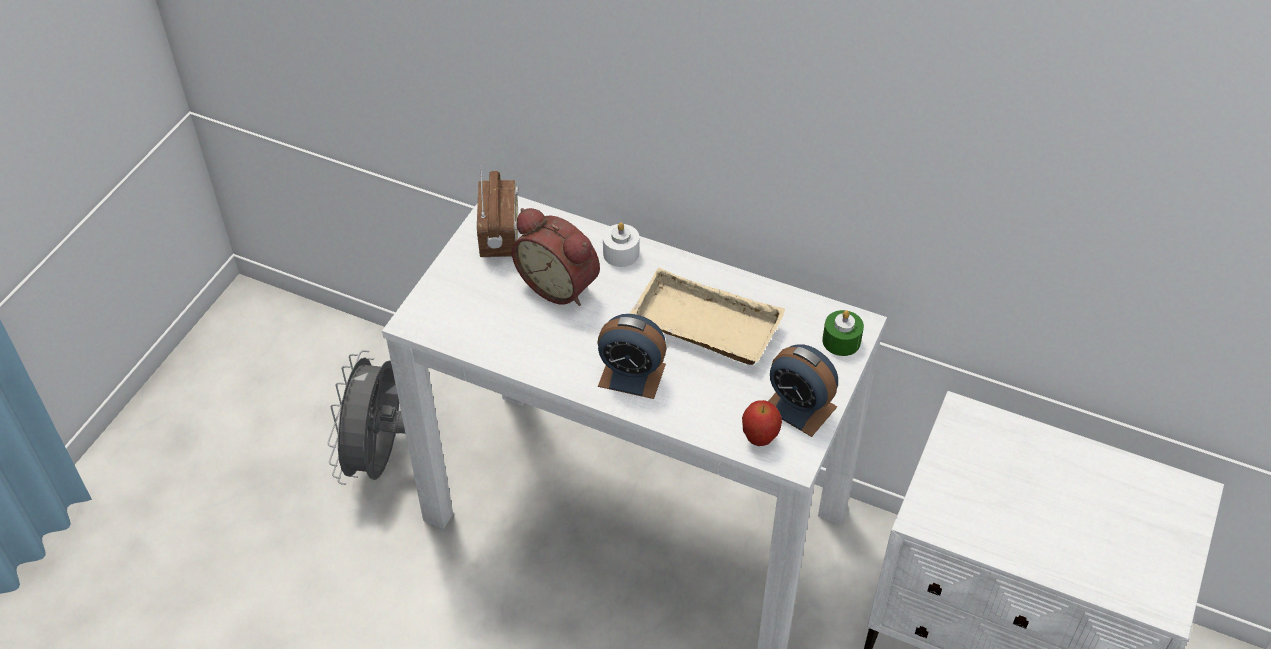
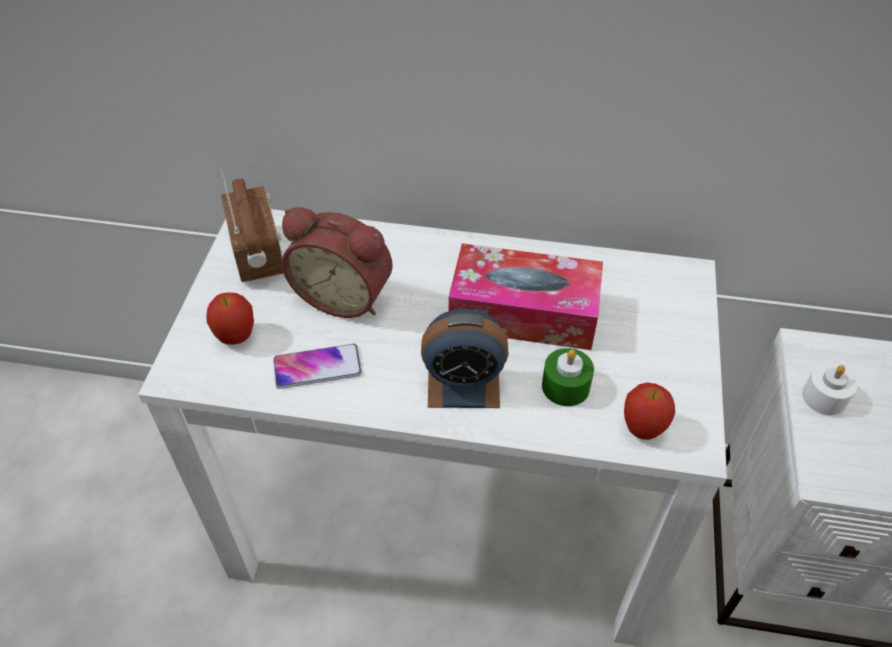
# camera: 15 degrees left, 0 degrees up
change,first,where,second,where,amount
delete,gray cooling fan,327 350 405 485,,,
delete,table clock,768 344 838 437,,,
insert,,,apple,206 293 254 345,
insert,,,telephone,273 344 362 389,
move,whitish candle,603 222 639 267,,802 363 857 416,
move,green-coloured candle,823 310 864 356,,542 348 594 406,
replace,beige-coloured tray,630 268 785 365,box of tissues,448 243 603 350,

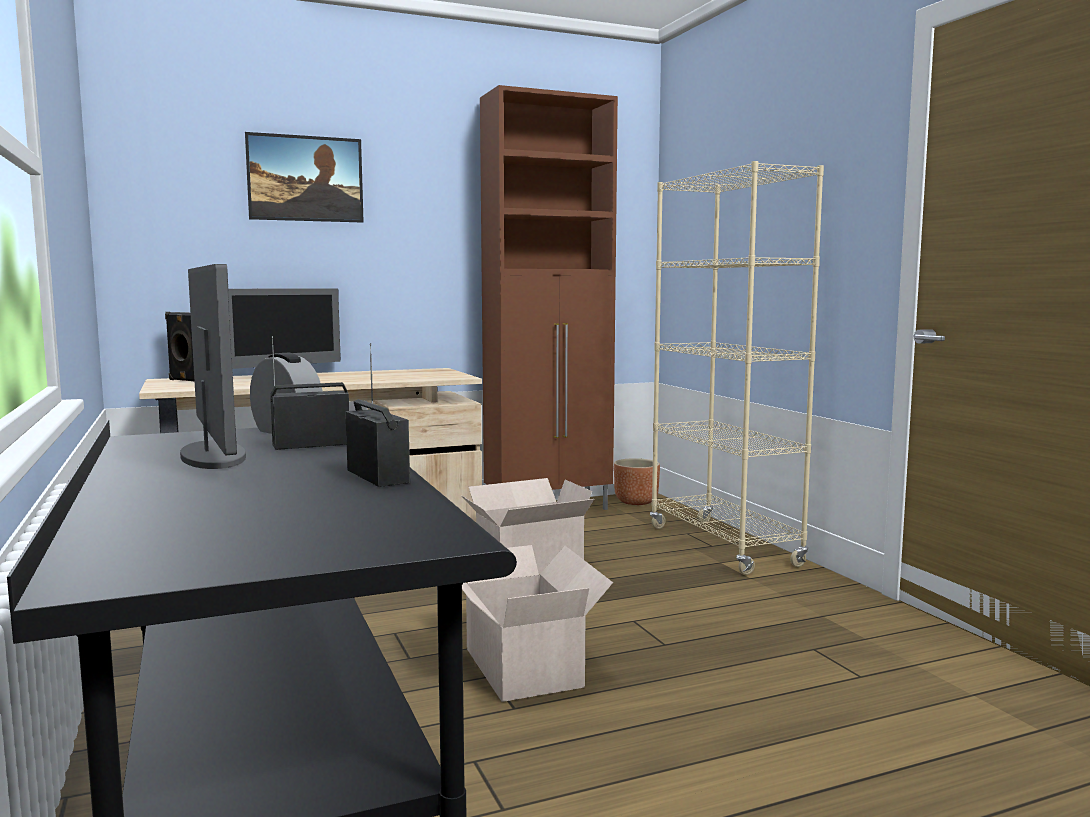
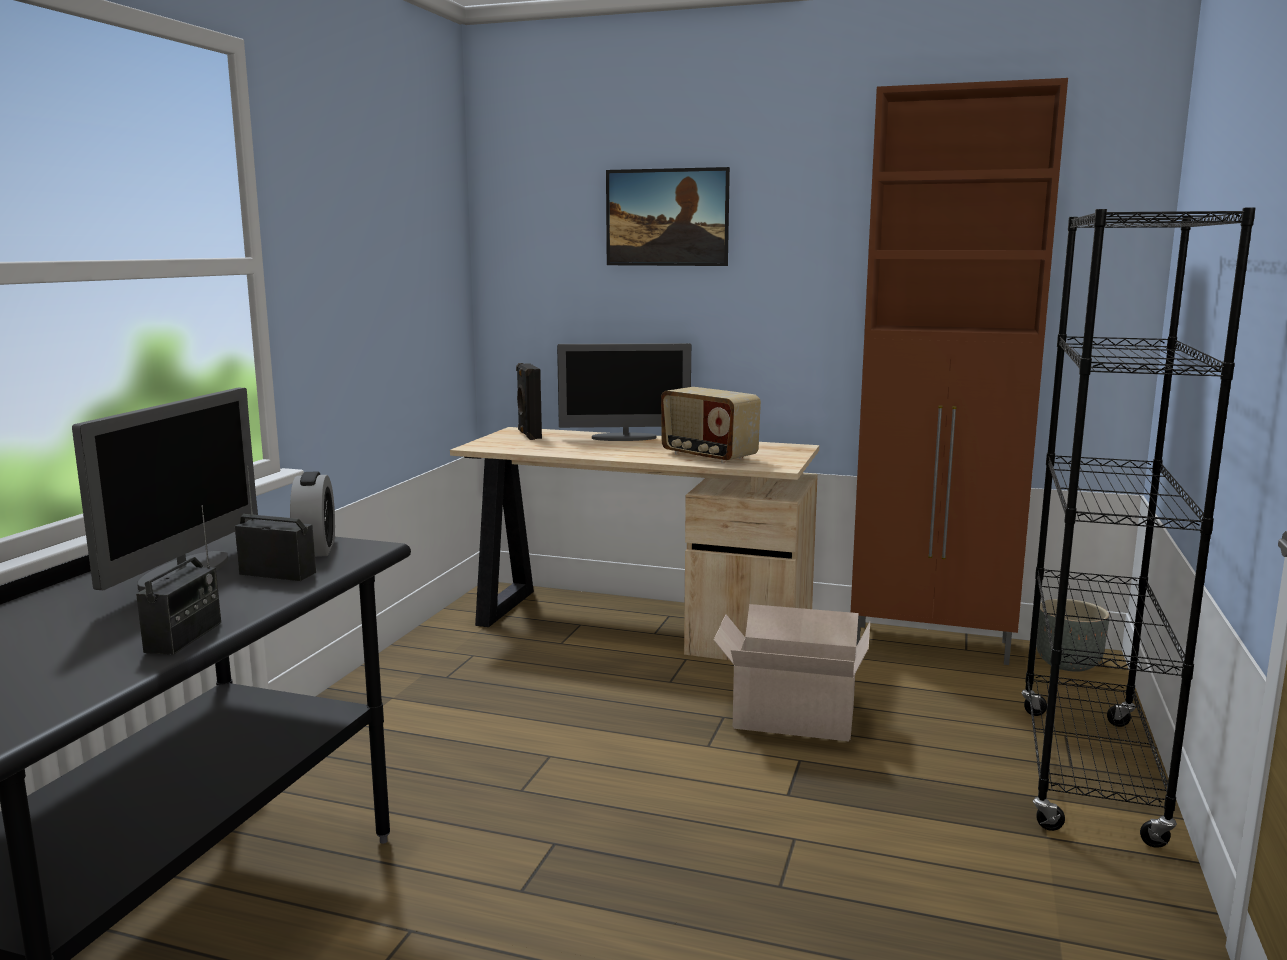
# camera: 40 degrees right, 5 degrees up
change,first,where,second,where,amount
delete,cardboard box,462 545 613 702,,,
insert,,,radio,661 387 761 464,
recolor,brown plant pot,614 458 660 505,gray plant pot,1036 599 1109 672,
recolor,beige-coloured bookshelf,650 161 824 575,blackish bookshelf,1021 207 1255 848,

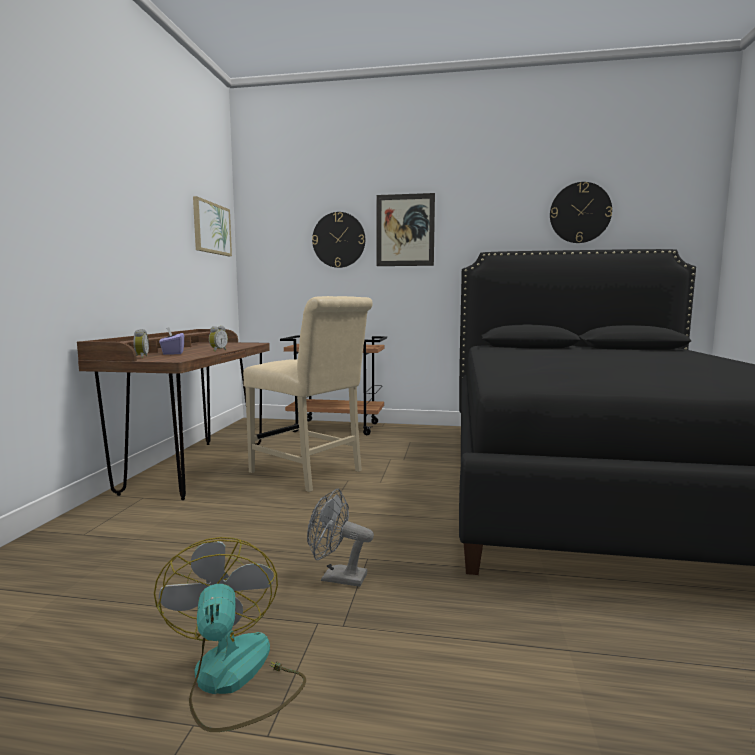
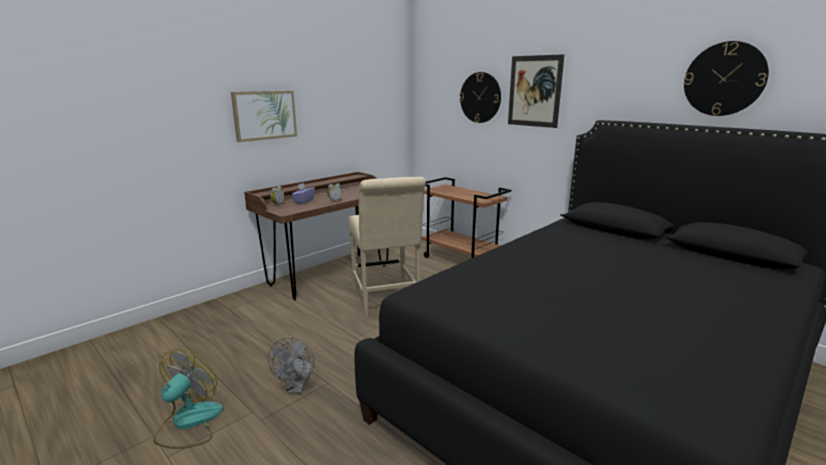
# camera: 35 degrees right, 10 degrees up
change,first,where,second,where,amount
move,picture,193 196 232 256,,231 91 297 142,
rotate,gray cooling fan,307 489 374 587,,268 338 314 394,135 degrees counterclockwise

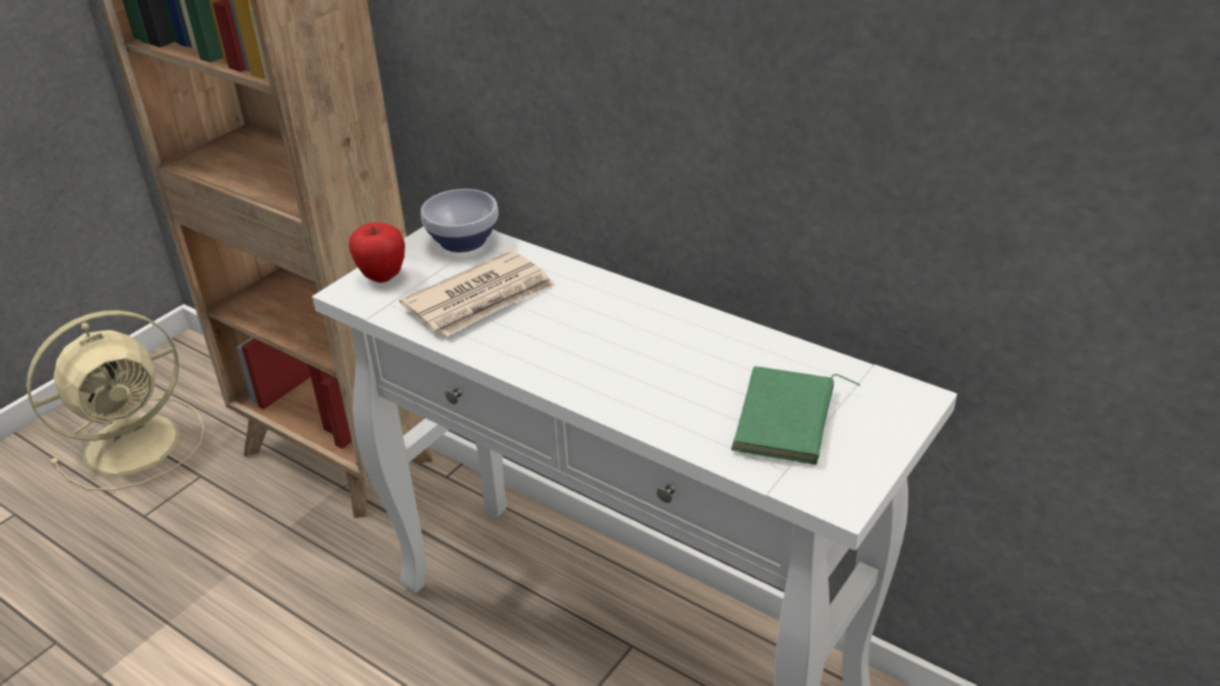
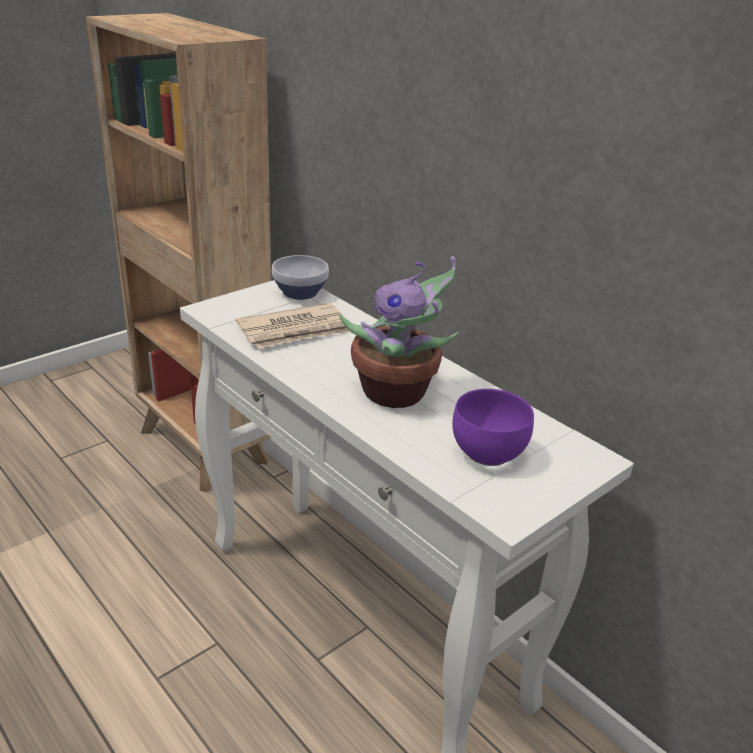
# camera: 10 degrees right, 5 degrees down
change,first,where,second,where,amount
delete,beige-coloured cooling fan,26 310 205 491,,,
delete,apple,349 222 405 283,,,
insert,,,potted plant,339 256 458 408,
replace,green-coloured volume,731 366 860 465,purple bowl,452 389 534 466,

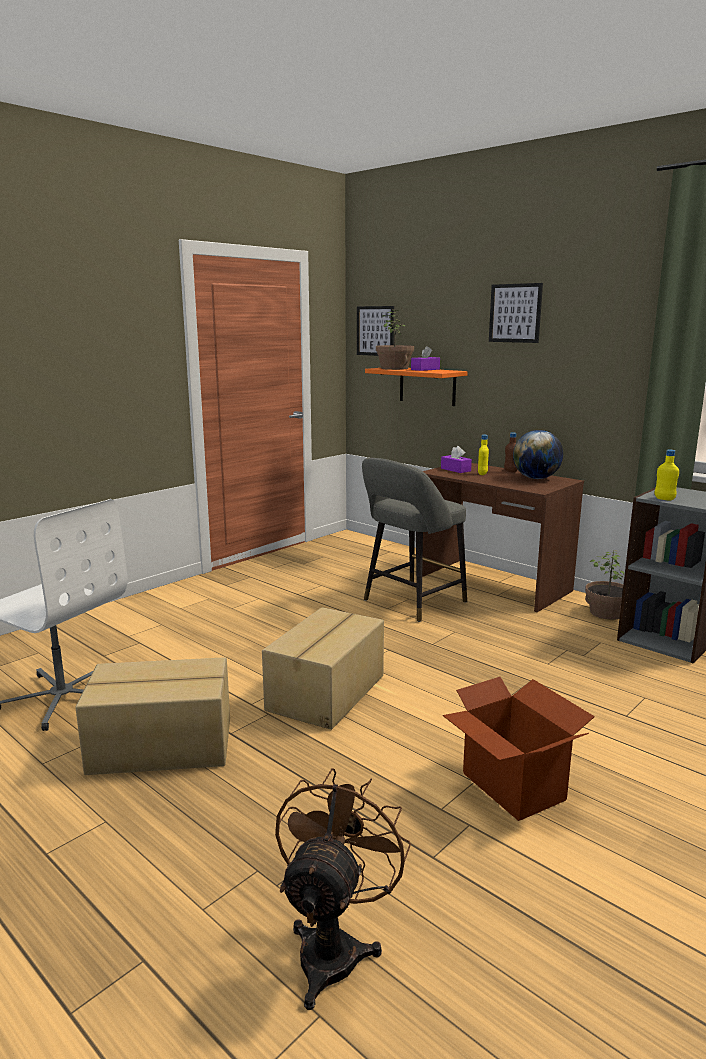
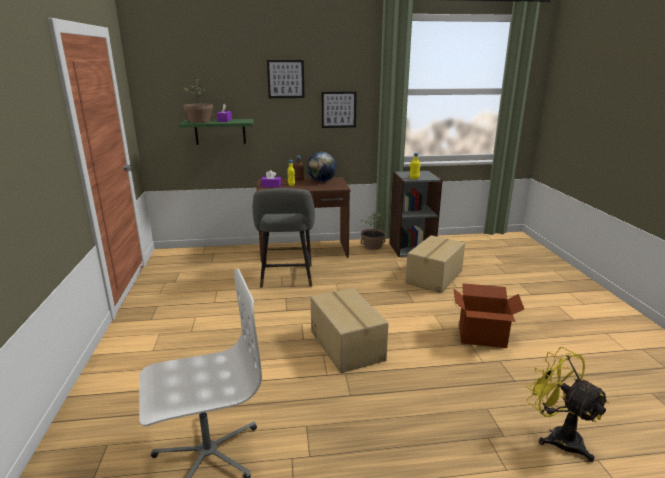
# camera: 50 degrees left, 5 degrees up
change,first,where,second,where,amount
move,cardboard box,75 657 230 775,,405 235 465 293,
move,picture,357 306 394 356,,321 91 357 128,
recolor,brown cooling fan,275 768 411 1010,yellow-coloured cooling fan,526 347 609 462,
recolor,orange shelf,365 368 468 406,green-coloured shelf,179 119 254 145,

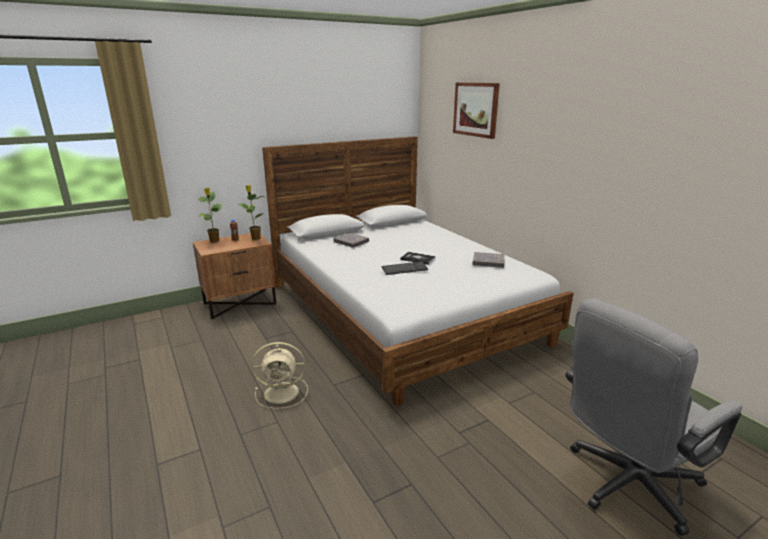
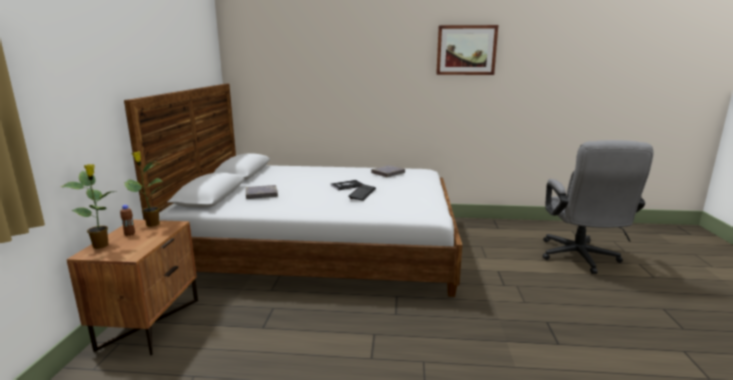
# camera: 55 degrees left, 5 degrees down
change,first,where,second,where,amount
delete,beige-coloured cooling fan,252 342 308 409,,,
move,picture,453 82 500 139,,436 25 498 75,

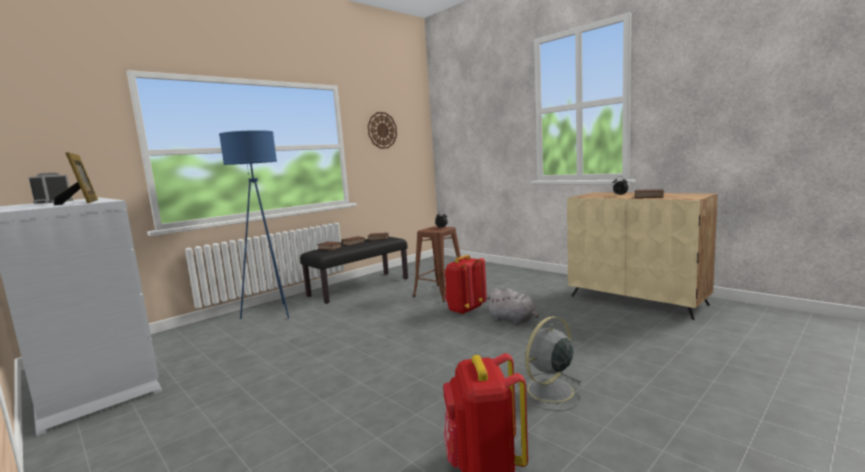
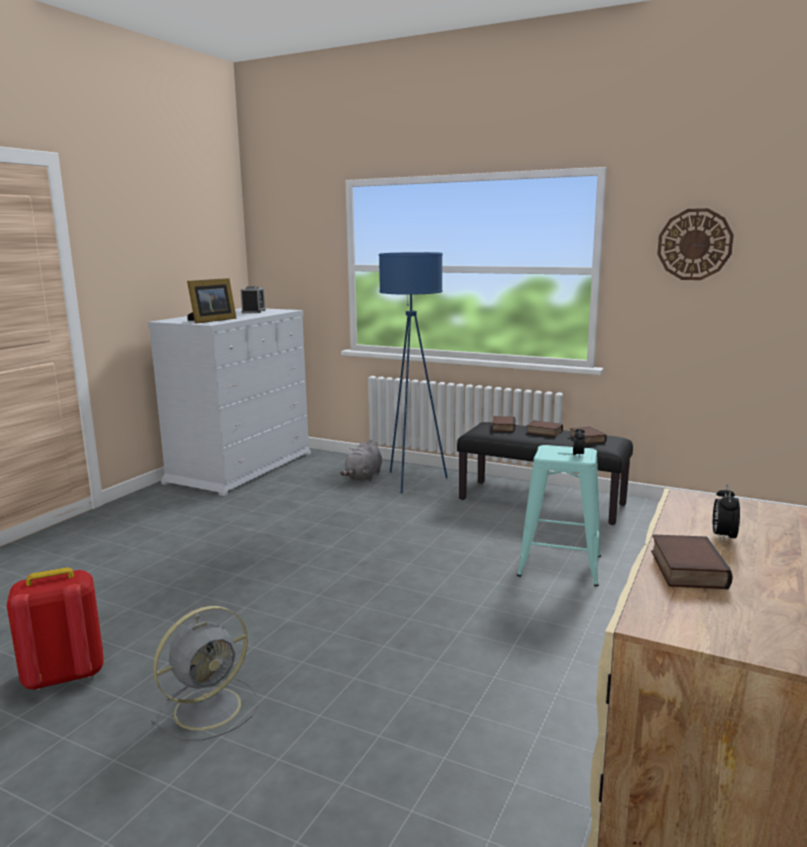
# camera: 70 degrees right, 5 degrees up
change,first,where,second,where,amount
delete,red knapsack,445 255 487 314,,,
move,gray cuddly toy,486 288 539 325,,340 440 382 481,
recolor,brown stool,413 226 461 302,turquoise stool,517 445 601 586,
rotate,gray cooling fan,516 316 583 411,,151 606 258 741,105 degrees clockwise

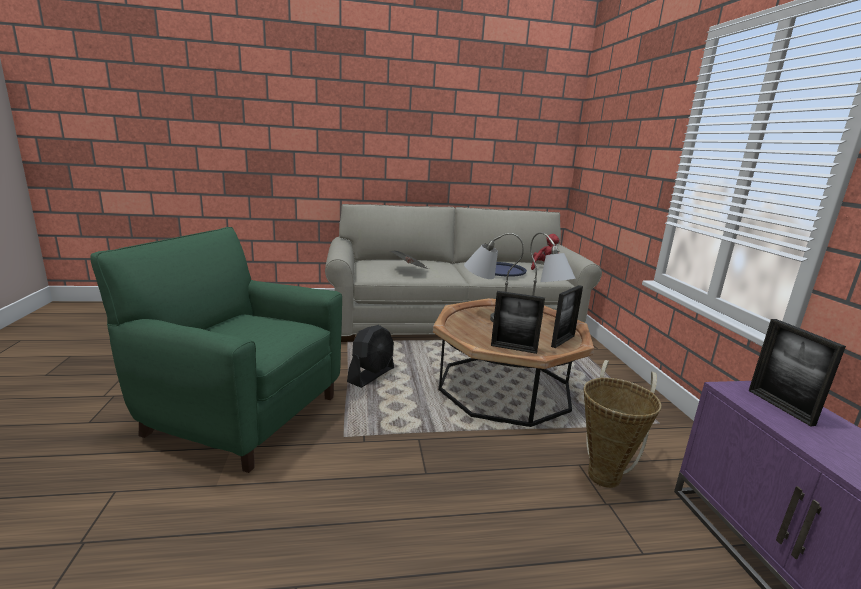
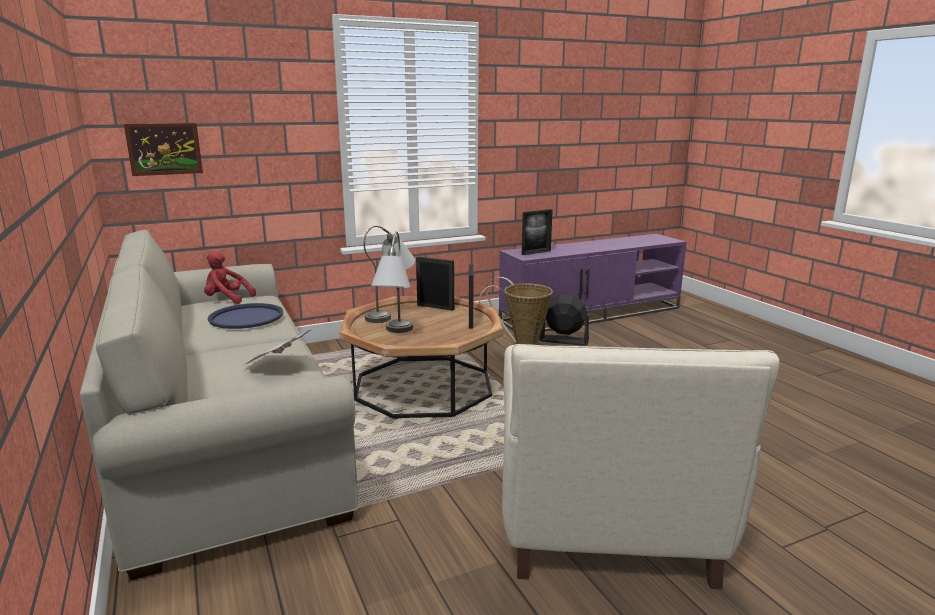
# camera: 105 degrees left, 0 degrees up
change,first,where,second,where,amount
insert,,,picture,124 123 203 176,
move,blackish cooling fan,347 325 394 388,,539 294 589 346,
recolor,green-coloured armchair,90 227 342 473,beige-coloured armchair,502 344 779 589,

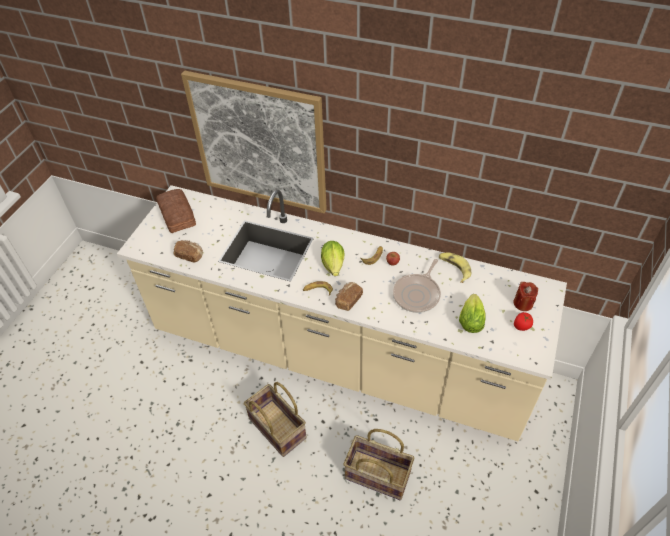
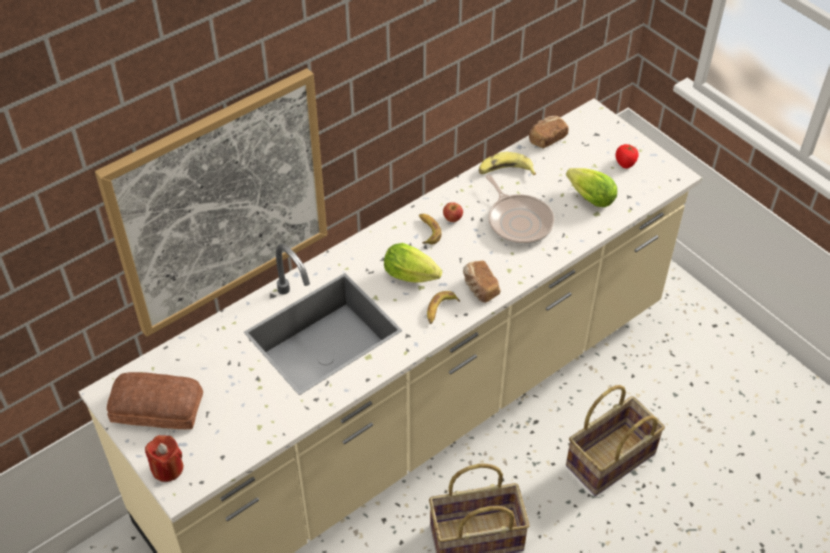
# camera: 60 degrees left, 0 degrees up
change,first,where,second,where,amount
move,baked bread,174 240 203 262,,529 116 569 148,
move,red candle,513 282 538 311,,145 435 183 482,

